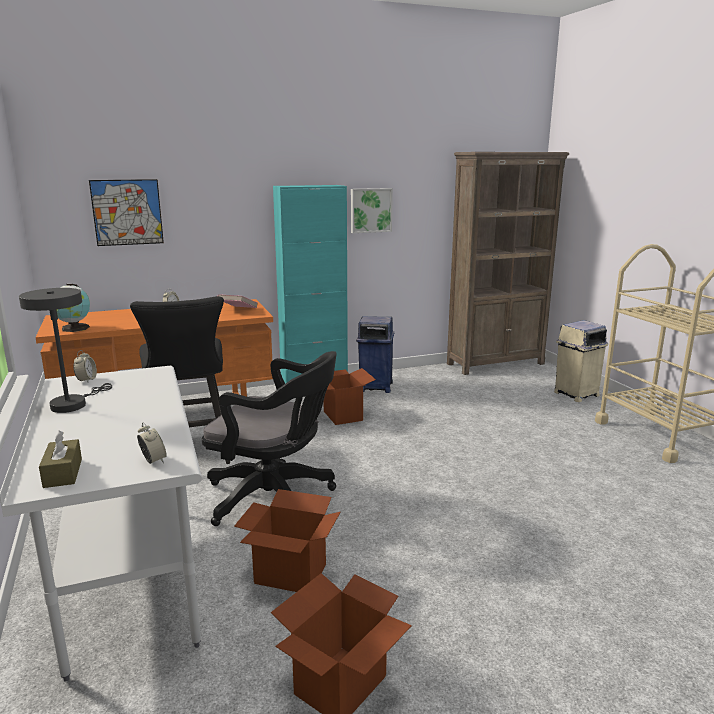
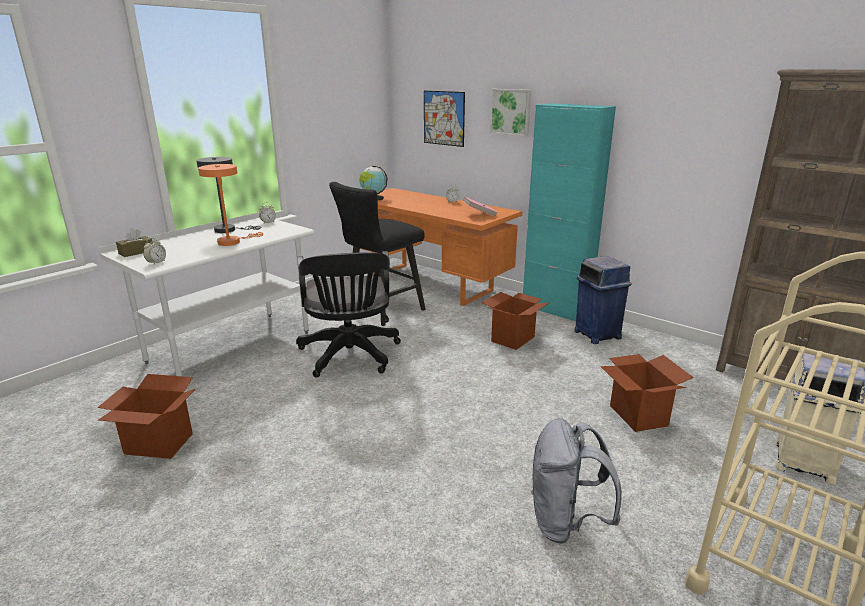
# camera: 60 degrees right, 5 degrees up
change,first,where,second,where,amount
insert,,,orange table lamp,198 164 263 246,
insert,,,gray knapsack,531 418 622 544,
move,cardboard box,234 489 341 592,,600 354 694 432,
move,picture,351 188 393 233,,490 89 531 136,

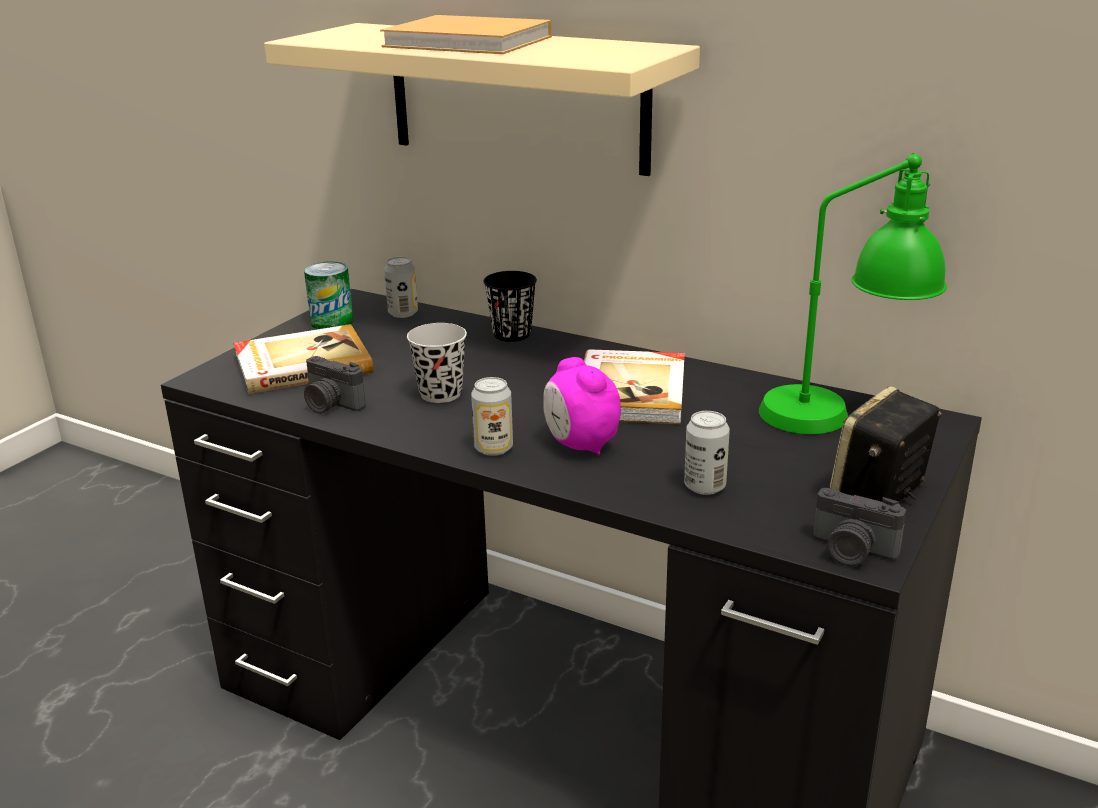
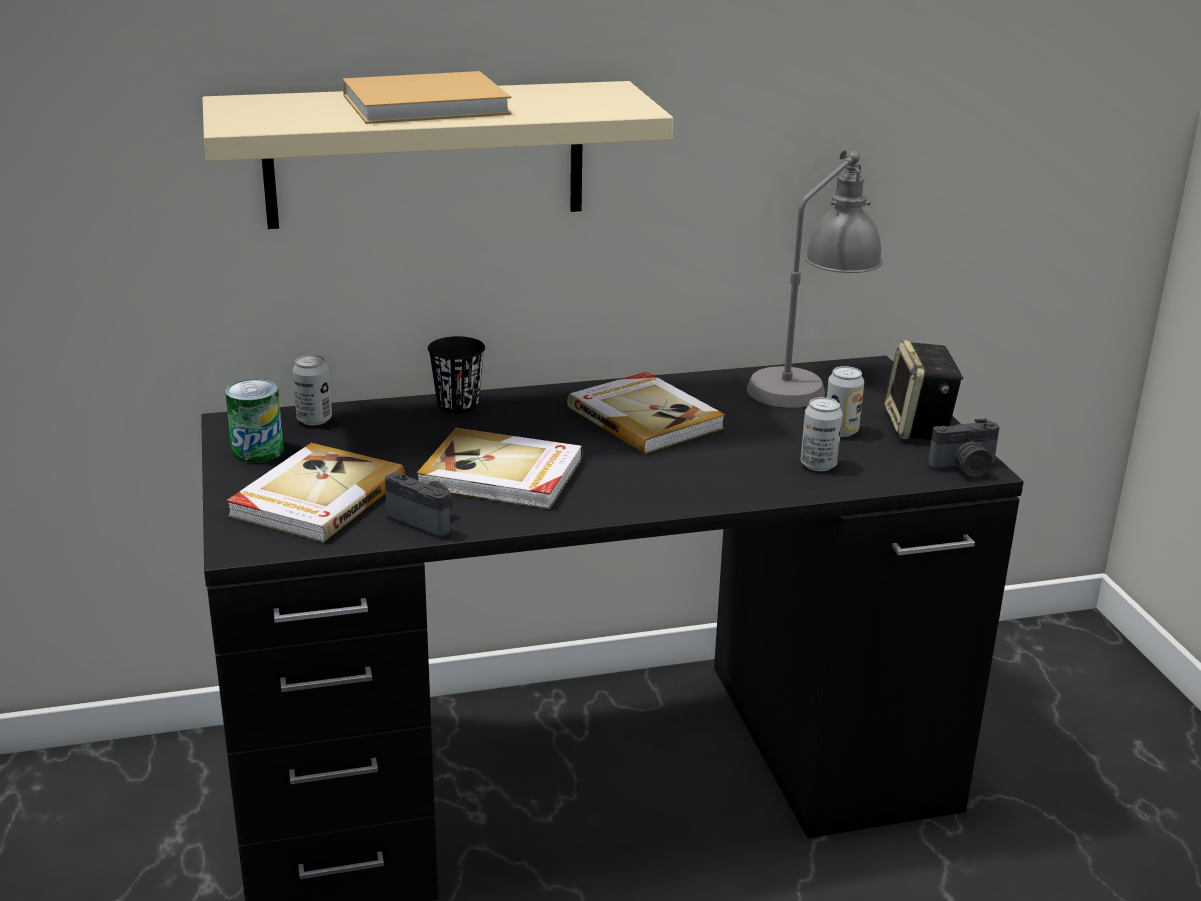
# camera: 45 degrees left, 0 degrees up
change,first,where,second,where,amount
delete,table clock,543 357 621 455,,,
move,metal can,471 377 513 456,,827 366 864 437,
replace,blackish small cup,407 323 467 403,volume,417 428 582 509,
recolor,green-coloured table lamp,759 153 947 434,gray table lamp,747 151 883 408,
rotate,still camera,304 356 366 414,,385 473 452 538,135 degrees counterclockwise

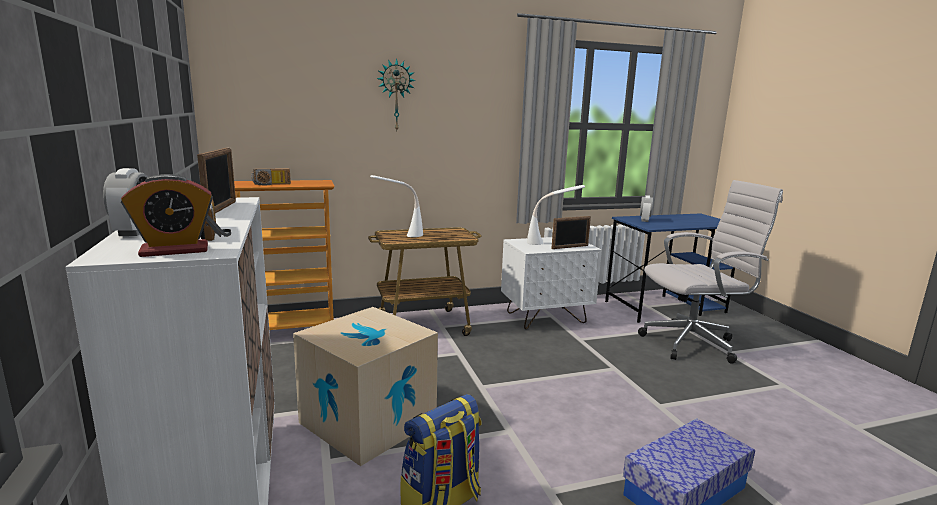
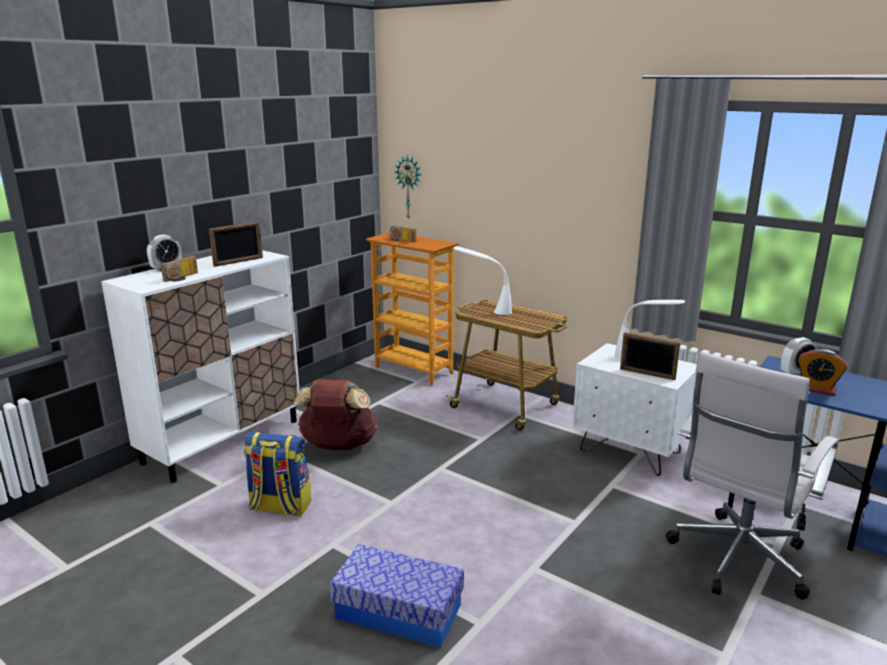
# camera: 55 degrees right, 5 degrees up
change,first,where,second,where,amount
move,table clock,121 174 213 257,,798 349 847 396,
move,wall clock,377 58 416 131,,395 155 421 220,
replace,cardboard box,293 307 438 466,brown knapsack,294 379 378 450,
rotate,whitish computer chair,638 180 783 364,,666 352 839 599,90 degrees clockwise

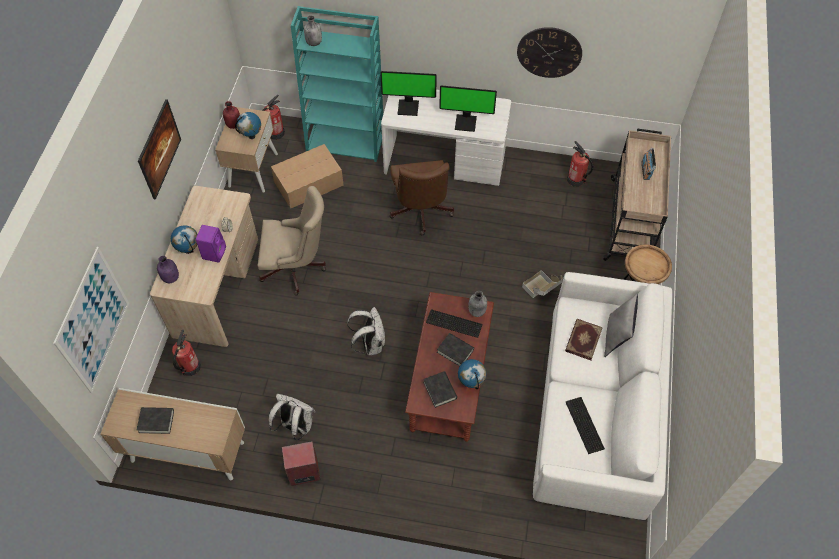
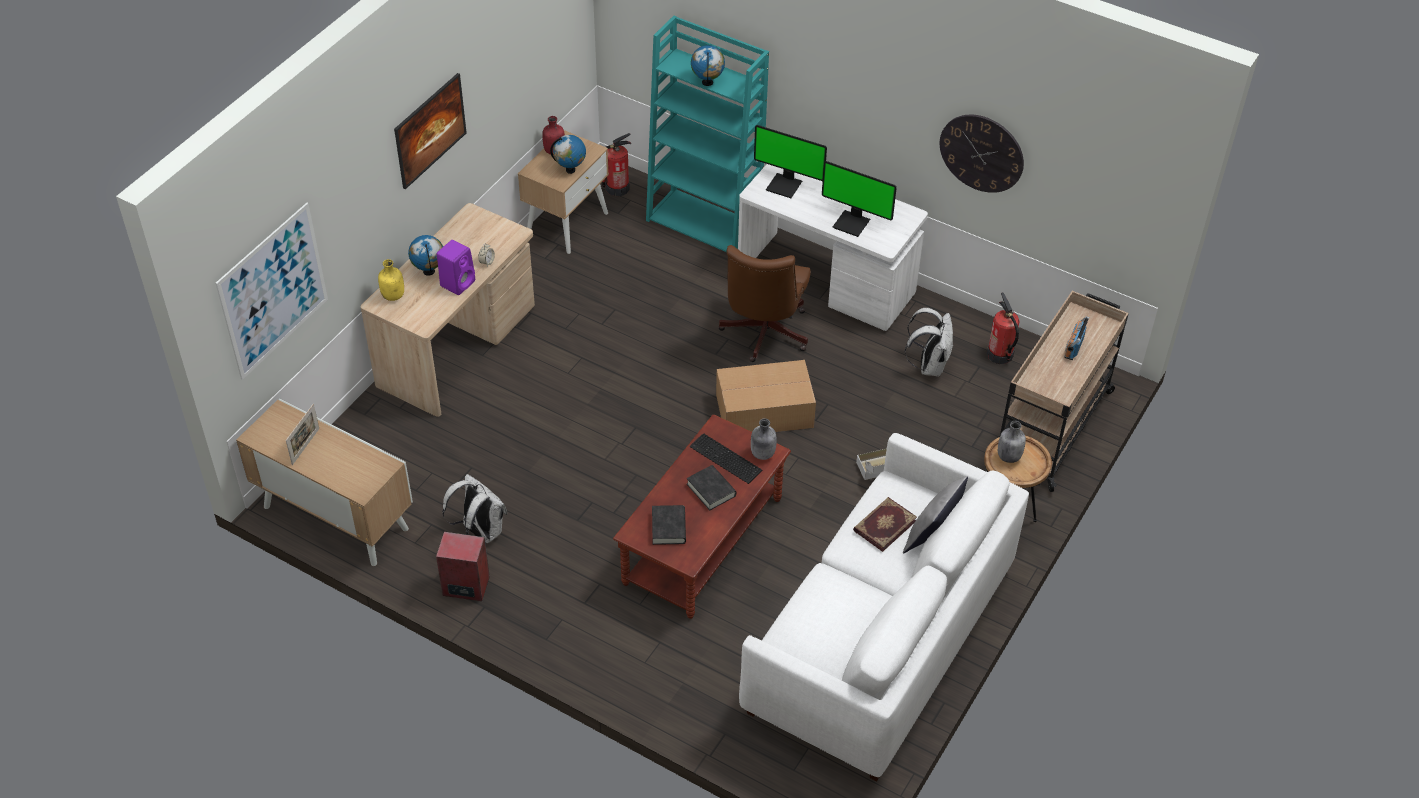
# camera: 20 degrees right, 10 degrees down
change,first,where,second,where,amount
delete,fire extinguisher,172 329 201 376,,,
delete,beige-coloured computer chair,258 186 326 296,,,
delete,keyboard,566 397 605 454,,,
move,cardboard box,271 144 344 209,,716 360 816 432,
move,gray beverage bottle,304 16 322 46,,998 421 1026 463,
move,whitish knapsack,347 307 385 355,,905 308 953 377,
move,globe,458 359 486 389,,691 45 725 86,
replace,blackish volume,137 407 174 434,photo frame,286 404 319 465,
recolor,purple beverage bottle,157 256 179 283,yellow-coloured beverage bottle,378 259 404 301,

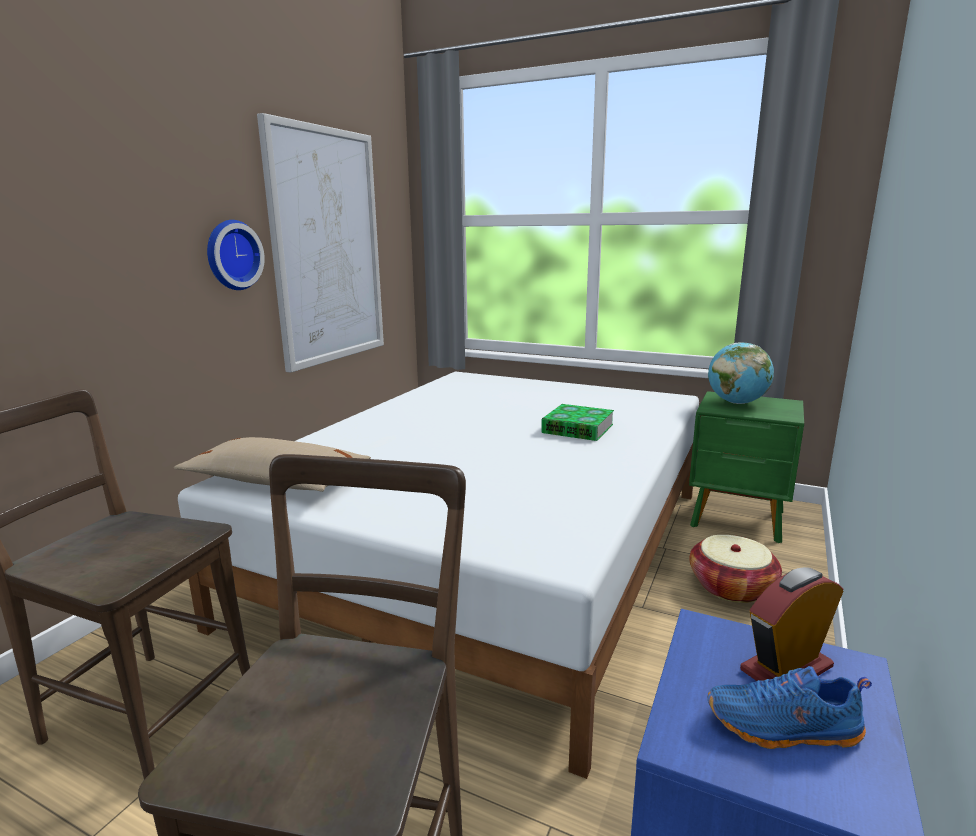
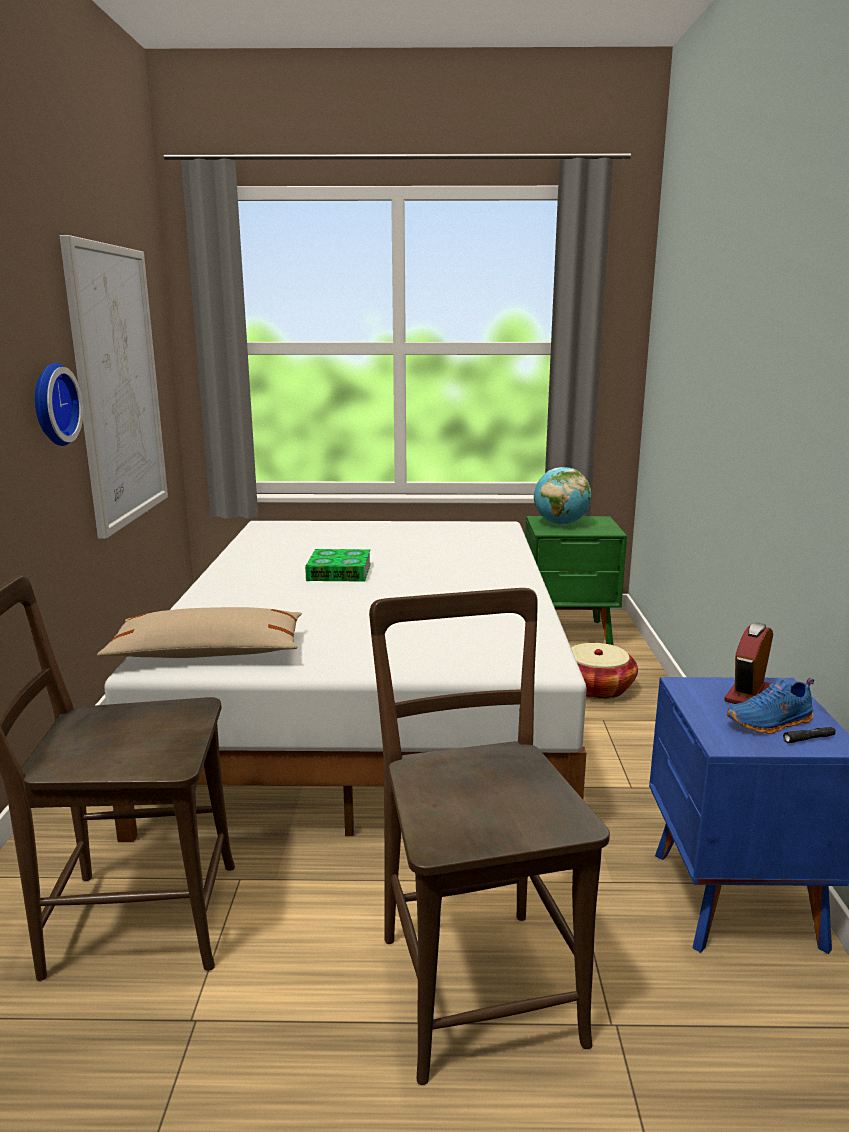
# camera: 25 degrees left, 0 degrees up
change,first,where,second,where,amount
insert,,,blackish hand torch,783 727 836 743,
move,volume,541 404 614 441,,305 549 371 582,

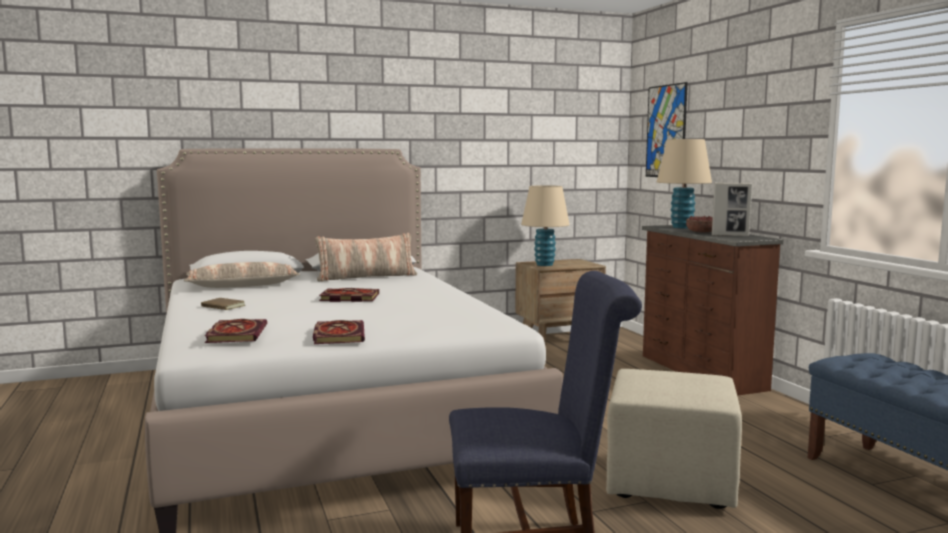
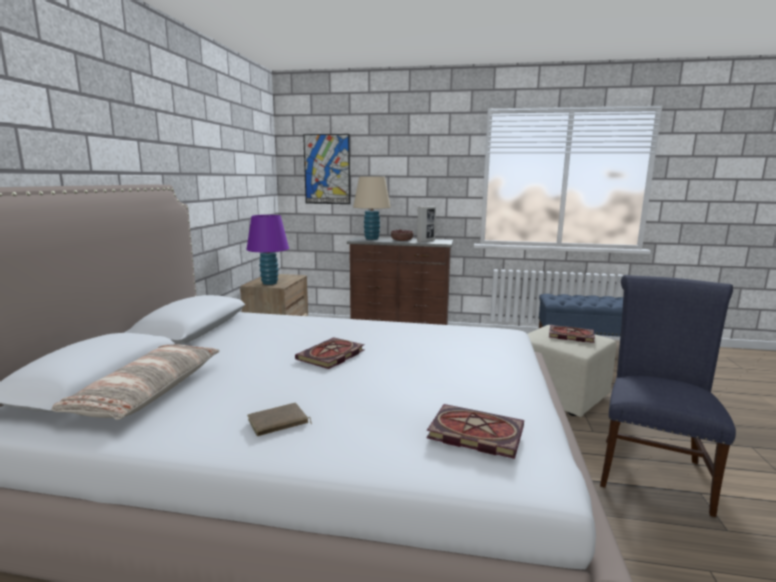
# camera: 60 degrees left, 5 degrees up
change,first,where,second,where,amount
delete,pillow,315 233 417 282,,,
move,volume,313 320 365 344,,549 325 595 343,
recolor,beige-coloured table lamp,521 185 570 266,purple table lamp,246 215 289 285,

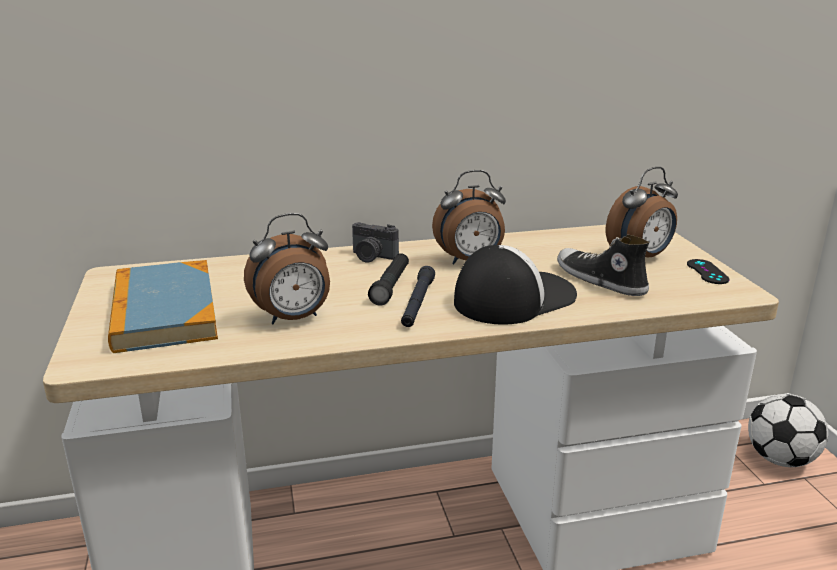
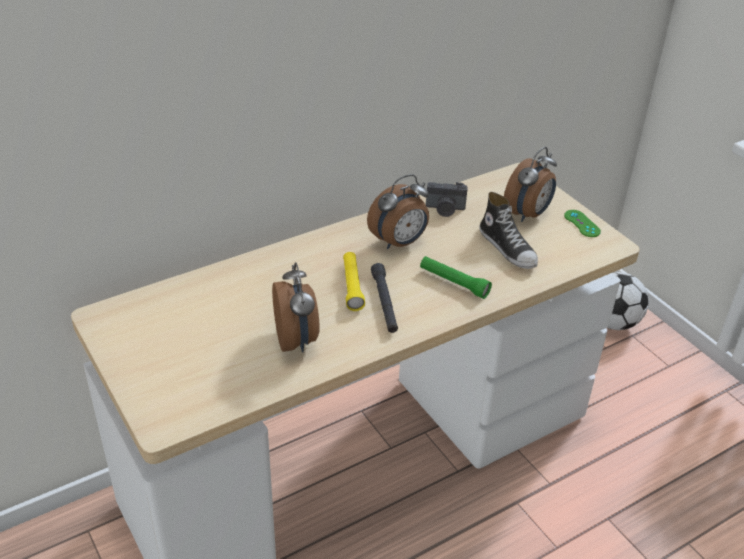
# camera: 20 degrees left, 15 degrees up
change,first,where,second,where,amount
delete,volume,108 260 218 353,,,
move,still camera,352 222 399 263,,426 182 468 217,
replace,baseball cap,454 245 577 325,green-coloured hand torch,420 256 492 299,
recolor,blackish hand torch,368 253 409 306,yellow-coloured hand torch,343 252 365 311,
recolor,blackish joypad,687 259 730 284,green-coloured joypad,564 210 601 237,
rotate,table clock,244 213 330 324,,272 262 320 353,60 degrees counterclockwise
rotate,low shoe,557 234 649 296,,479 192 538 269,150 degrees counterclockwise

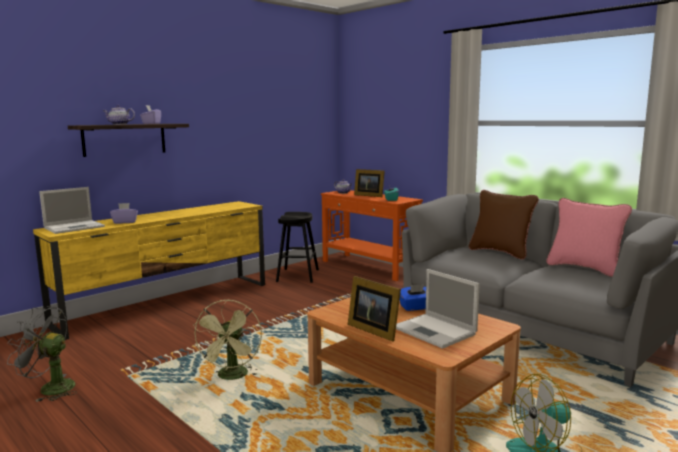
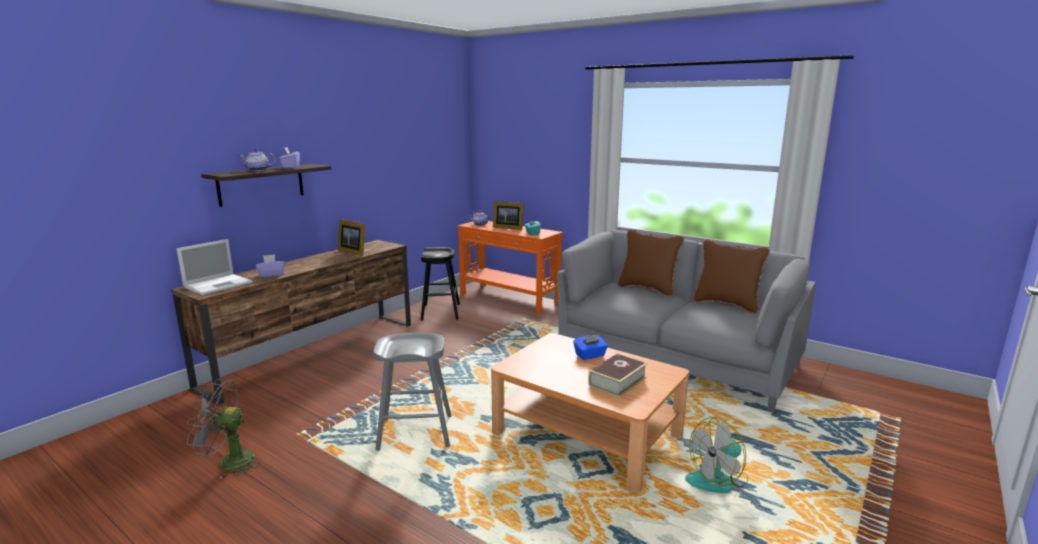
# camera: 10 degrees left, 5 degrees up
change,first,where,second,where,amount
move,photo frame,348 276 401 342,,338 219 365 256,
replace,green-coloured cooling fan,192 299 262 380,gray stool,373 332 451 451,
replace,notebook computer,396 269 480 349,volume,588 353 648 397,
recolor,yellow-coloured media console,33 201 265 340,brown media console,171 240 411 405,
recolor,pink pillow,546 198 632 277,brown pillow,693 239 770 313,

